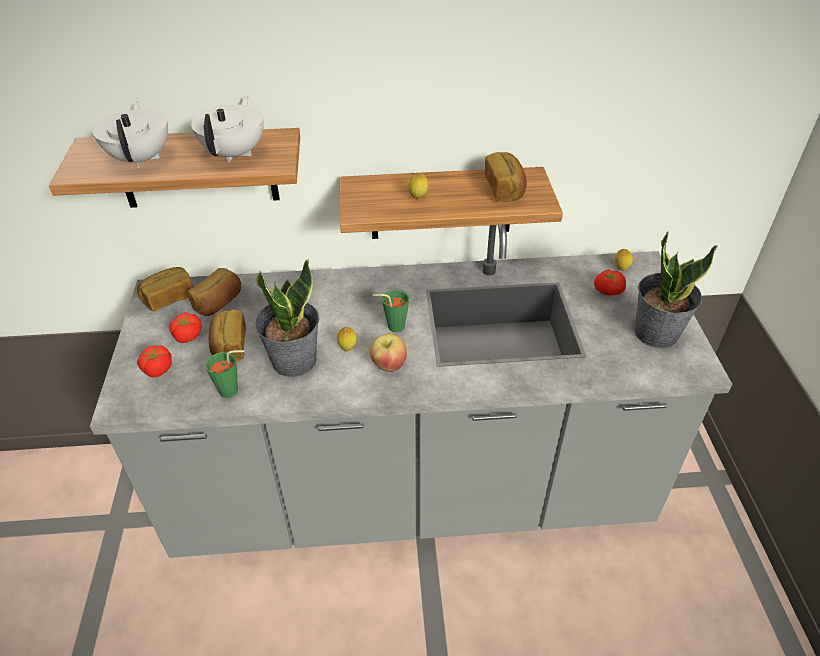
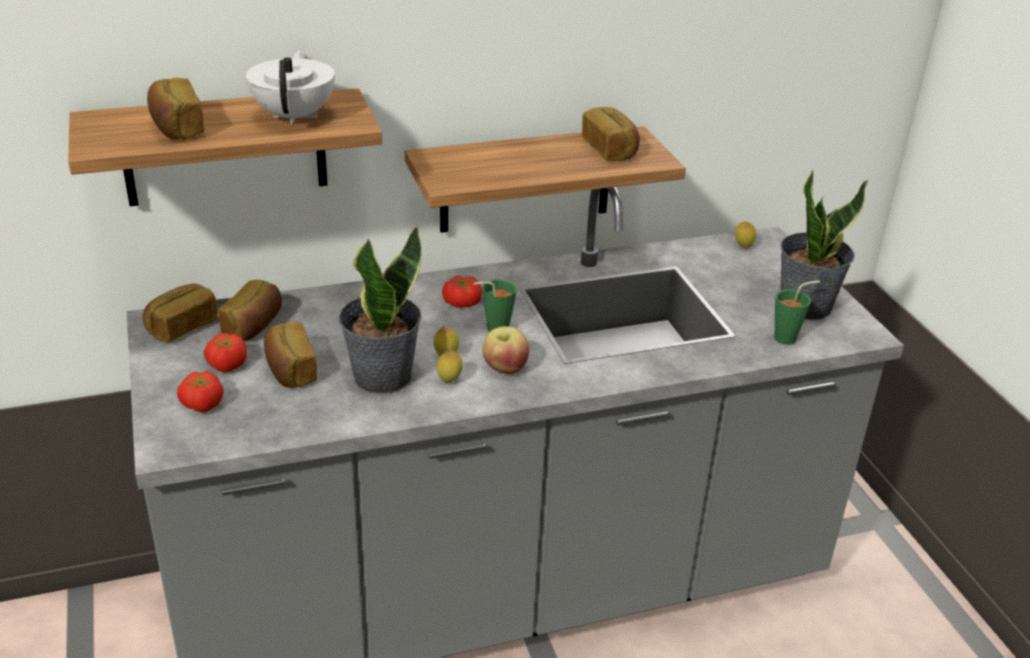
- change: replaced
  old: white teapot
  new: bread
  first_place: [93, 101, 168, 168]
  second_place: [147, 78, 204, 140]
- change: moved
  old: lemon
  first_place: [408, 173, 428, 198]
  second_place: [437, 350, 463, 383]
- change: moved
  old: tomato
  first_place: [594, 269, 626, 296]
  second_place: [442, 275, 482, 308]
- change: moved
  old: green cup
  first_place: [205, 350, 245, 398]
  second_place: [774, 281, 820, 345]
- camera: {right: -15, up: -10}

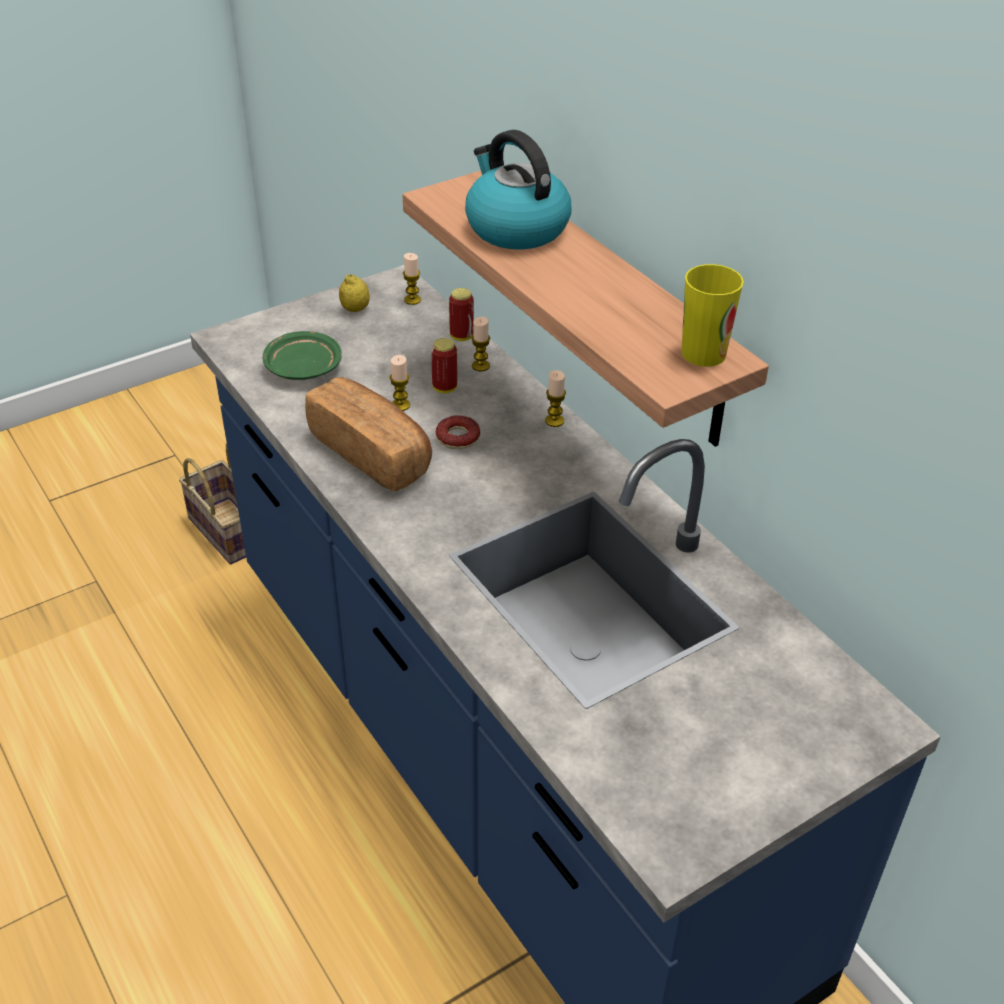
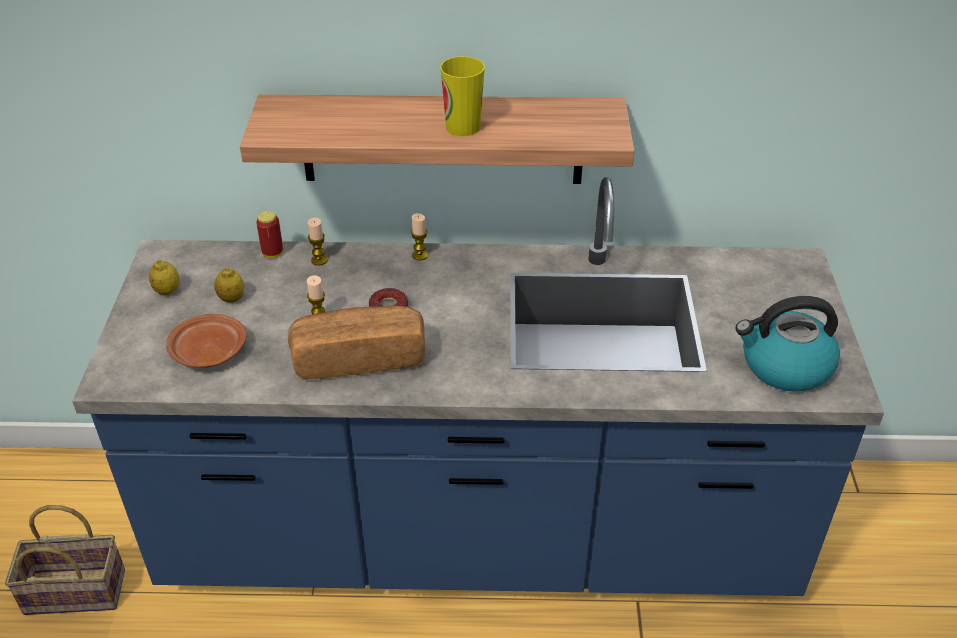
- change: recoloured
  old: green plate
  new: brown plate
  first_place: [263, 331, 342, 380]
  second_place: [166, 314, 247, 368]
- change: added
  new: lemon
  second_place: [214, 268, 245, 303]
- change: moved
  old: cup
  first_place: [682, 264, 744, 367]
  second_place: [440, 56, 485, 136]
- change: moved
  old: kettle
  first_place: [465, 130, 572, 250]
  second_place: [735, 296, 840, 392]
- change: removed
  old: candle
  first_place: [403, 253, 421, 305]
- change: removed
  old: can
  first_place: [431, 338, 457, 393]
- camera: {right: -55, up: 0}

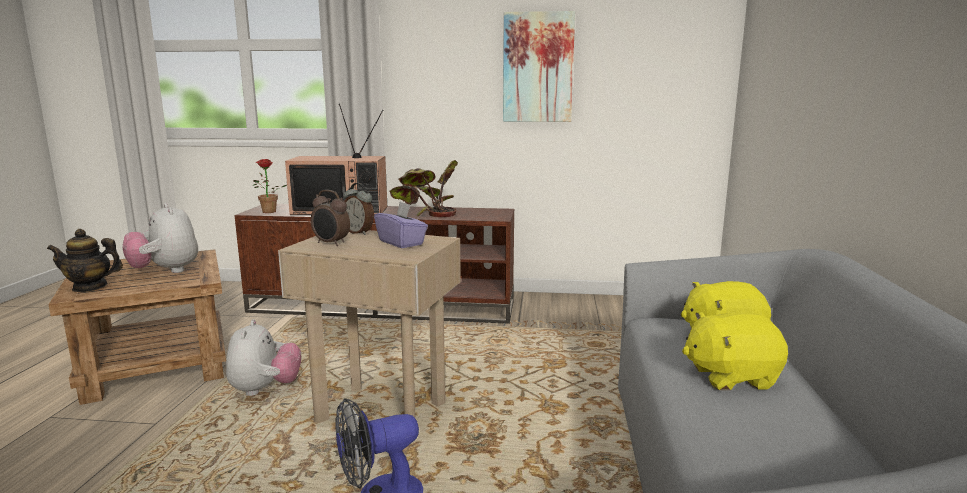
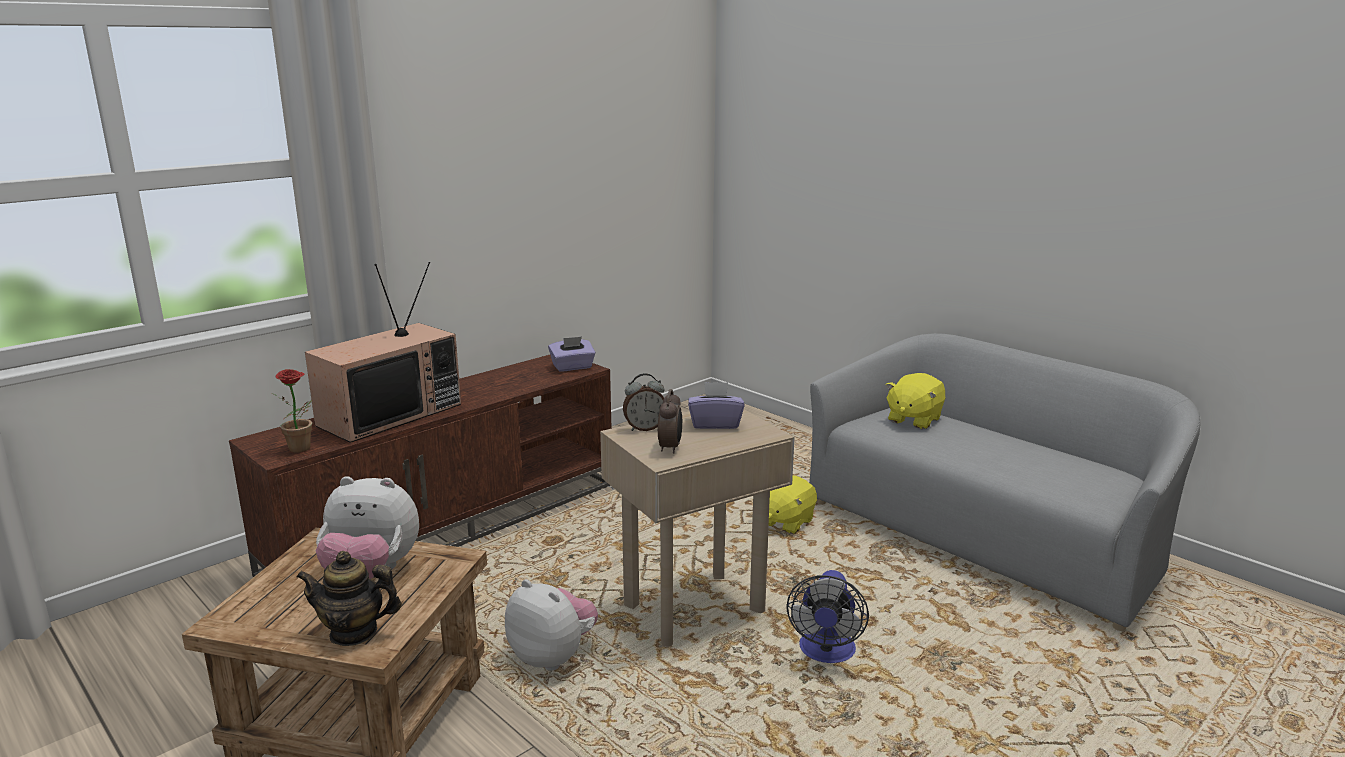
- change: turned
  old: teapot
  first_place: [47, 229, 123, 292]
  second_place: [296, 551, 402, 646]
  degrees: 60
- change: added
  new: purple tissue box
  second_place: [548, 337, 596, 372]
- change: turned
  old: alarm clock
  first_place: [311, 190, 350, 246]
  second_place: [658, 389, 682, 454]
  degrees: -60
- change: moved
  old: yellow plush toy
  first_place: [682, 312, 788, 390]
  second_place: [769, 476, 817, 534]
- change: removed
  old: potted plant
  first_place: [390, 160, 458, 217]
- change: removed
  old: picture
  first_place: [503, 11, 575, 122]
- camera: {right: -50, up: 5}

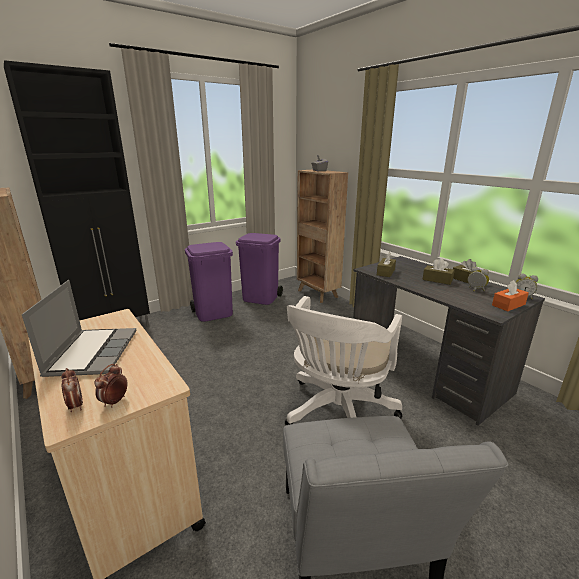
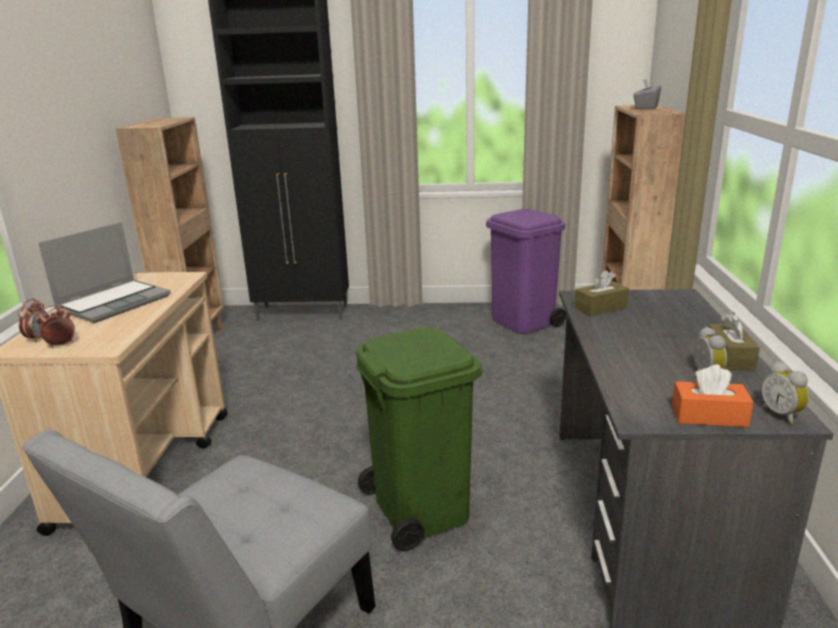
- change: replaced
  old: white office chair
  new: green trash can
  first_place: [285, 296, 402, 425]
  second_place: [356, 327, 482, 551]
- change: removed
  old: purple trash can
  first_place: [185, 242, 233, 322]
- change: removed
  old: brown tissue box
  first_place: [423, 258, 454, 285]
- camera: {right: 40, up: 0}

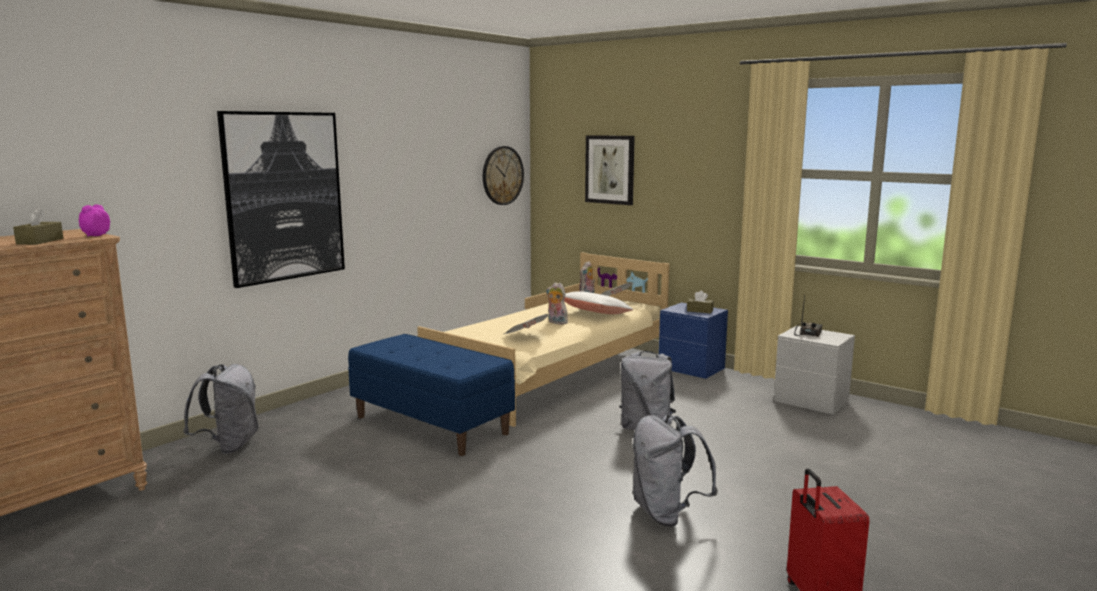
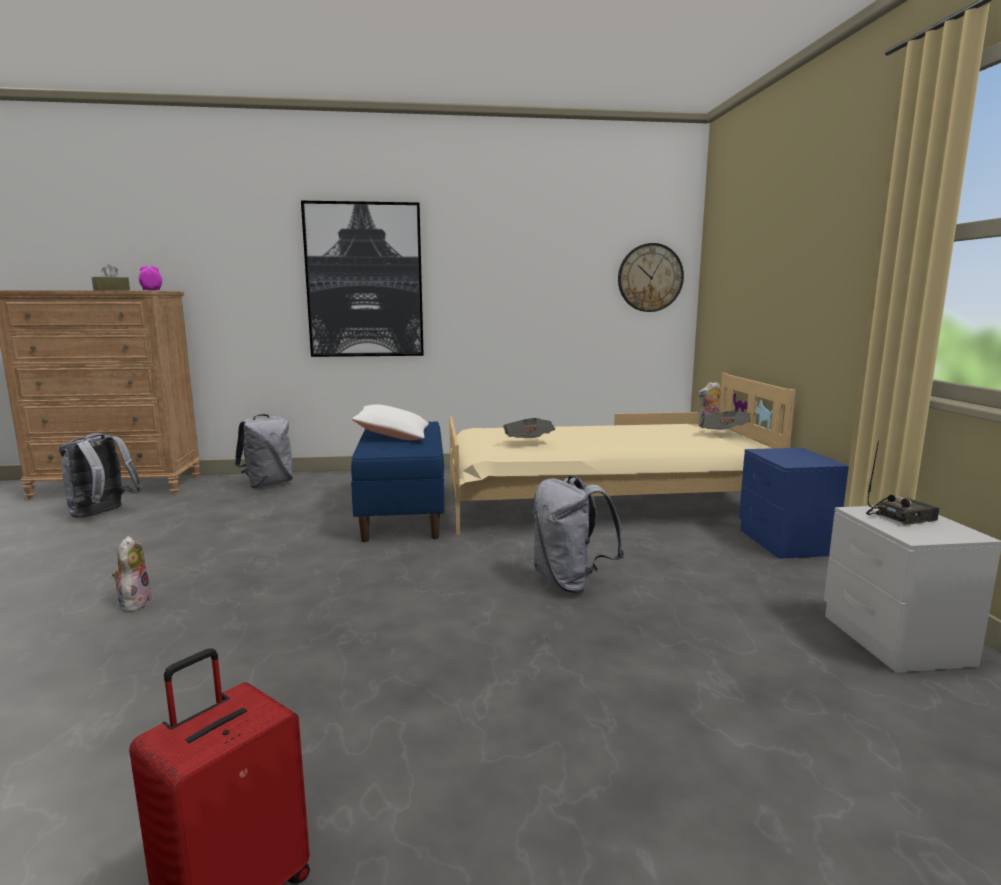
- change: moved
  old: grey backpack
  first_place: [632, 415, 718, 527]
  second_place: [59, 433, 143, 518]
- change: moved
  old: plush toy
  first_place: [546, 282, 568, 324]
  second_place: [112, 536, 153, 612]
- change: moved
  old: white pillow
  first_place: [564, 291, 633, 314]
  second_place: [352, 404, 429, 440]
- change: removed
  old: picture
  first_place: [585, 135, 635, 205]
- change: removed
  old: brown tissue box
  first_place: [687, 291, 714, 313]
- camera: {right: 45, up: 0}

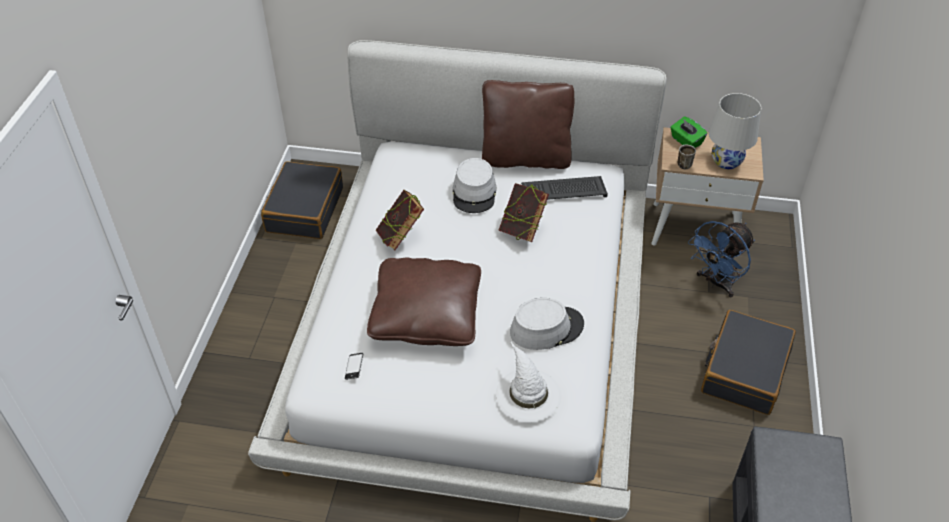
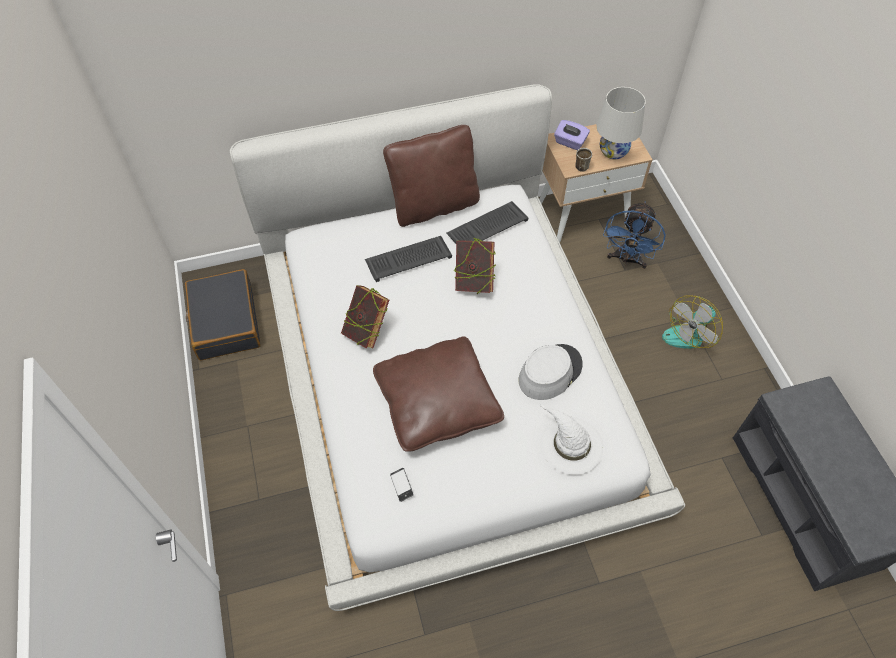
- change: replaced
  old: grey hat
  new: keyboard
  first_place: [453, 158, 497, 213]
  second_place: [365, 236, 452, 282]
- change: recoloured
  old: green tissue box
  new: purple tissue box
  first_place: [670, 117, 708, 148]
  second_place: [554, 120, 590, 150]
- change: replaced
  old: black suitcase
  new: fan
  first_place: [701, 310, 796, 415]
  second_place: [662, 295, 723, 349]
- camera: {right: -25, up: 10}

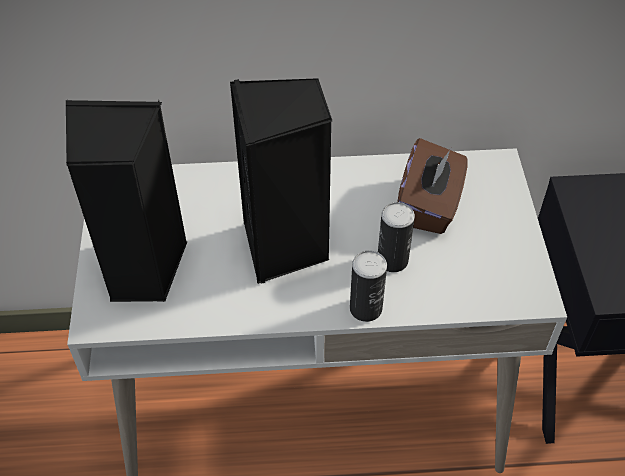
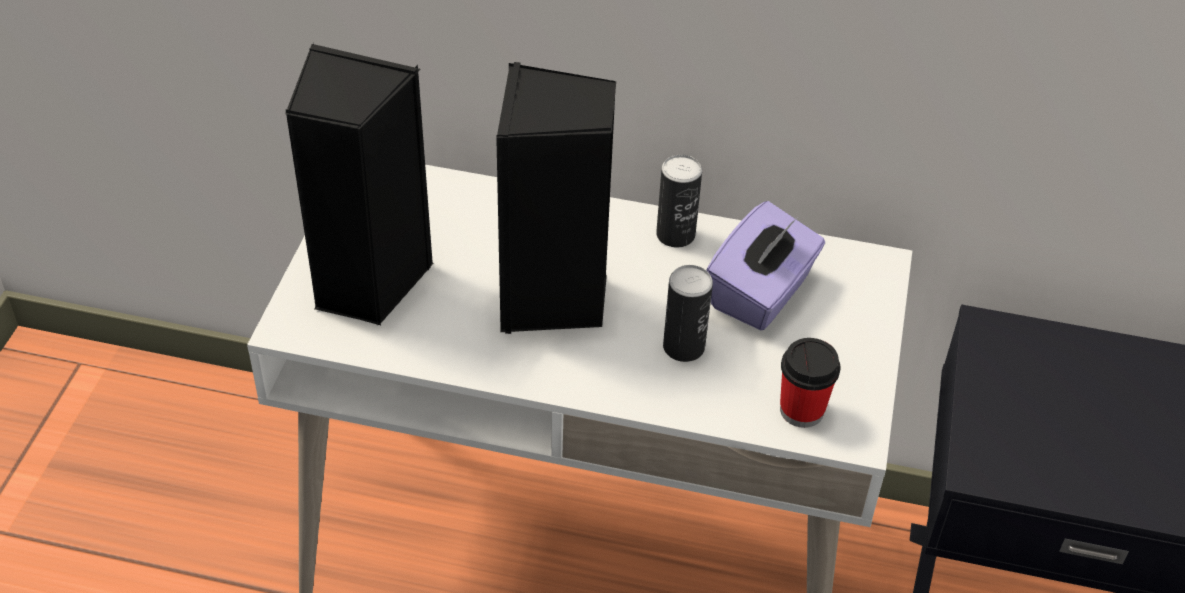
- change: moved
  old: can
  first_place: [350, 250, 387, 322]
  second_place: [656, 155, 702, 248]
- change: recoloured
  old: brown tissue box
  new: purple tissue box
  first_place: [397, 138, 468, 234]
  second_place: [706, 201, 825, 330]
- change: added
  new: cup
  second_place: [780, 338, 840, 428]
- camera: {right: 15, up: -5}

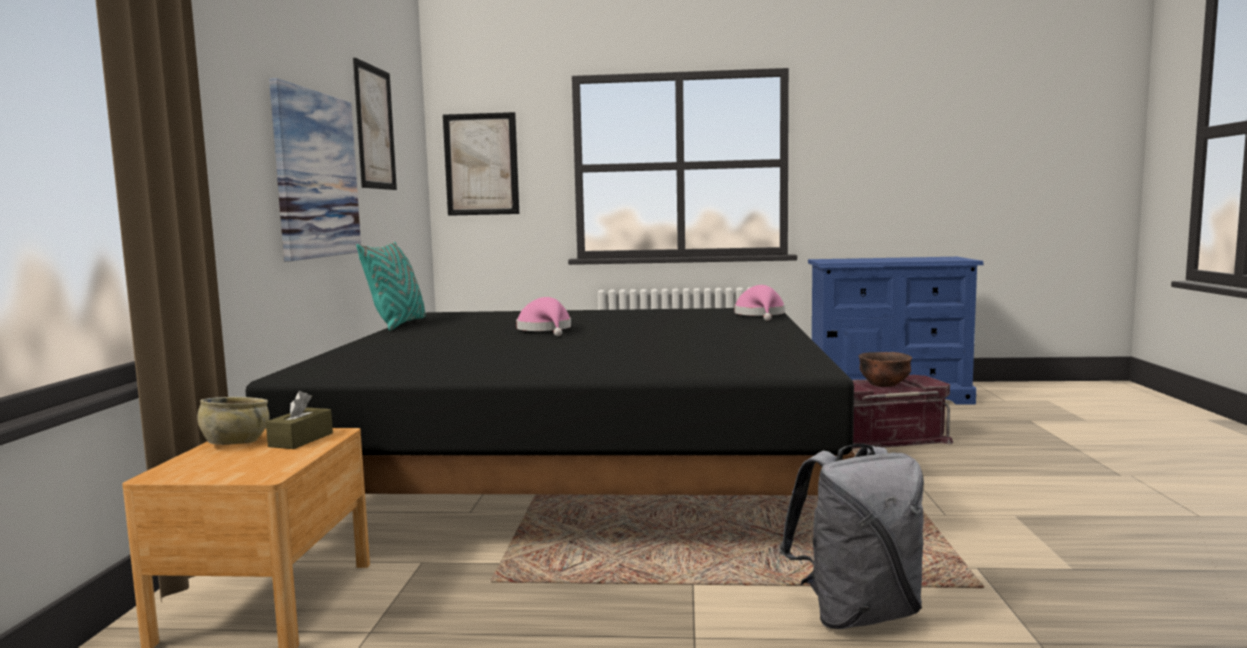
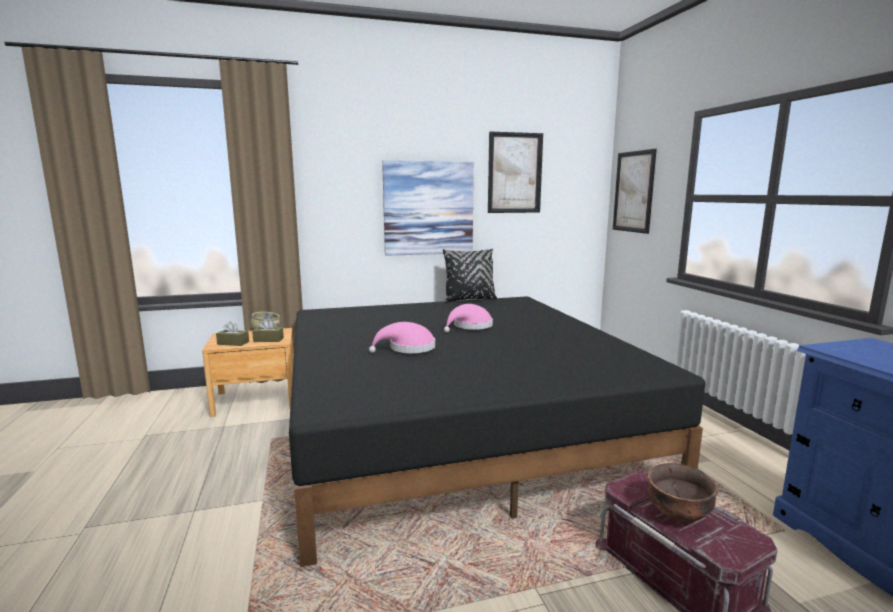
- change: added
  new: brown tissue box
  second_place: [216, 321, 249, 346]
- change: moved
  old: pink hat
  first_place: [734, 285, 785, 321]
  second_place: [369, 322, 435, 353]
- change: recoloured
  old: turquoise pillow
  new: black pillow
  first_place: [356, 242, 426, 331]
  second_place: [443, 249, 497, 303]
- change: removed
  old: grey backpack
  first_place: [779, 444, 924, 629]
- camera: {right: 70, up: 5}

